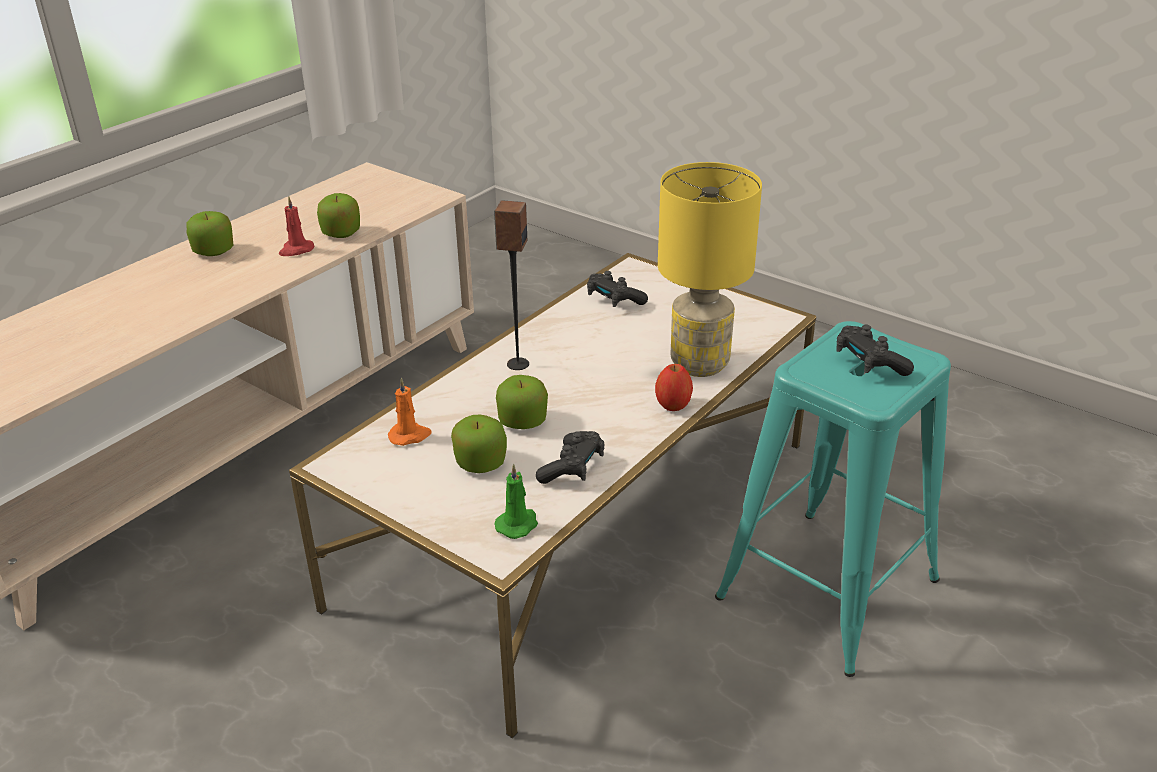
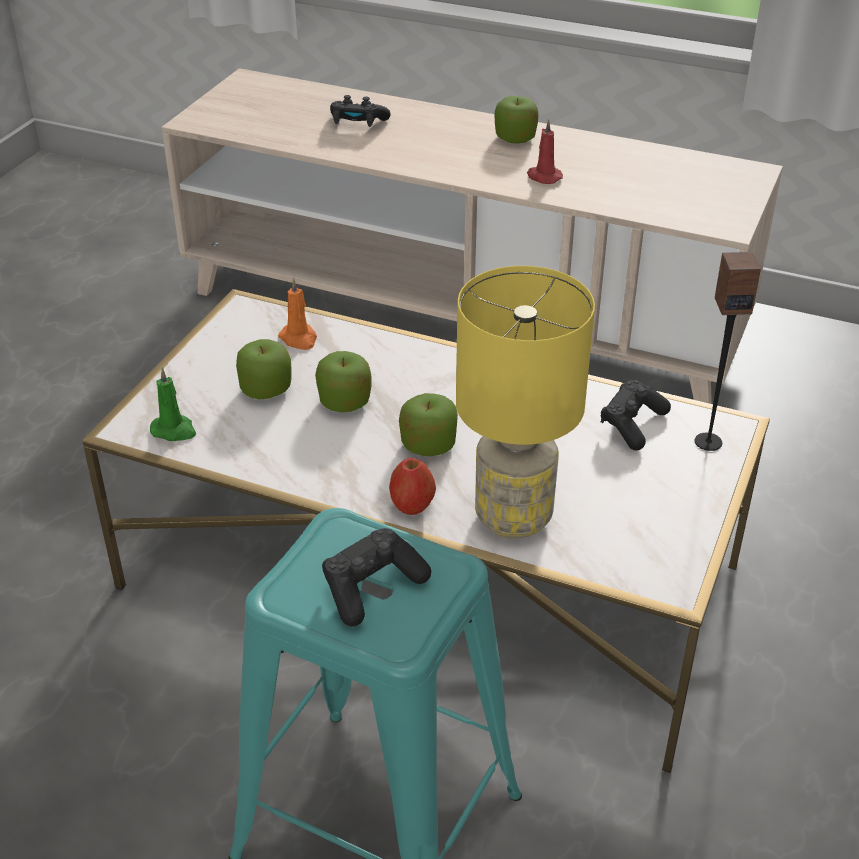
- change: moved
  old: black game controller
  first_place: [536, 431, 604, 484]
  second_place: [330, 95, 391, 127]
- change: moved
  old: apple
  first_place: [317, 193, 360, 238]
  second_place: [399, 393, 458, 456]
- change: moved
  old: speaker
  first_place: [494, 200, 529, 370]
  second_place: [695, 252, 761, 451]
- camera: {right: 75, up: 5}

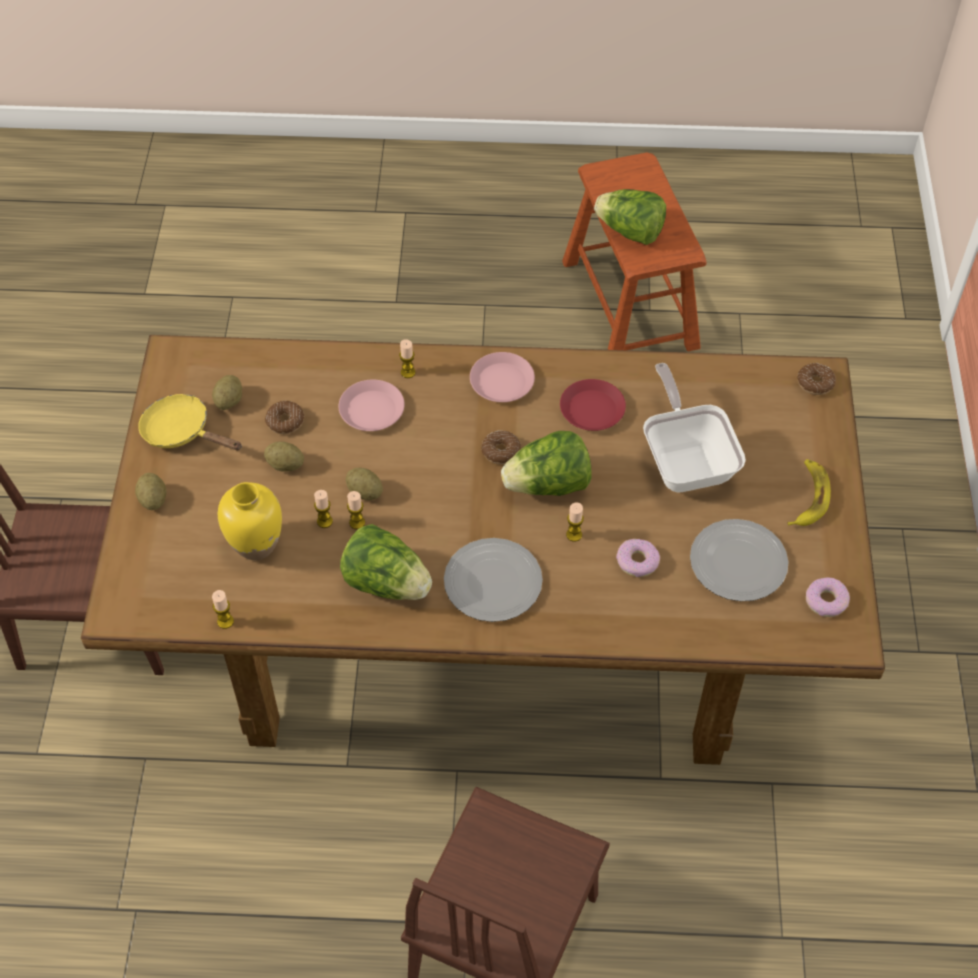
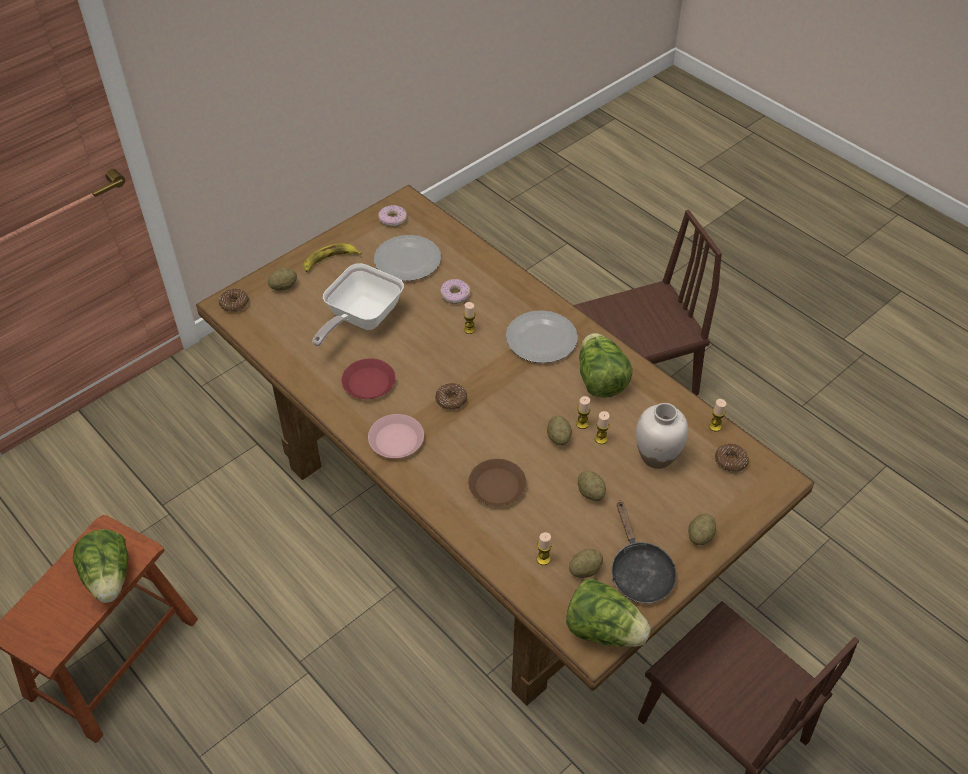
- change: added
  new: potato
  second_place: [268, 268, 297, 291]
- change: recoloured
  old: pink plate
  new: brown plate
  first_place: [338, 380, 405, 431]
  second_place: [468, 459, 526, 506]
- change: moved
  old: candle
  first_place: [399, 339, 415, 378]
  second_place: [537, 532, 552, 565]
- change: moved
  old: lettuce
  first_place: [501, 431, 591, 496]
  second_place: [566, 578, 651, 647]
- change: recoloured
  old: yellow frying pan
  new: black frying pan
  first_place: [138, 394, 242, 451]
  second_place: [612, 500, 677, 604]
- change: recoloured
  old: yellow vase
  new: white vase
  first_place: [218, 482, 282, 560]
  second_place: [636, 403, 688, 469]
- change: moved
  old: donut
  first_place: [265, 401, 304, 434]
  second_place: [715, 444, 749, 473]
- camera: {right: -135, up: -5}

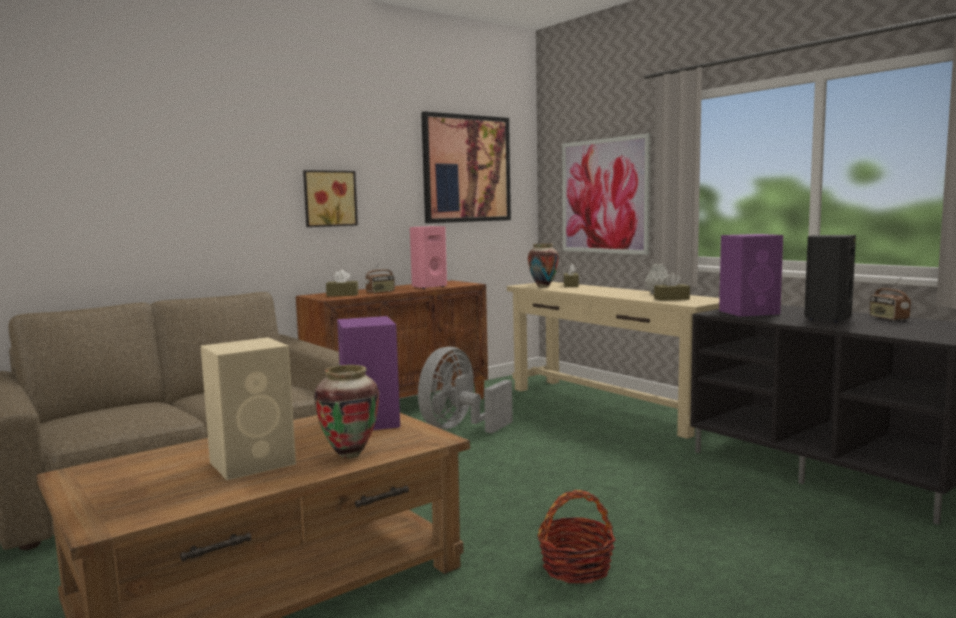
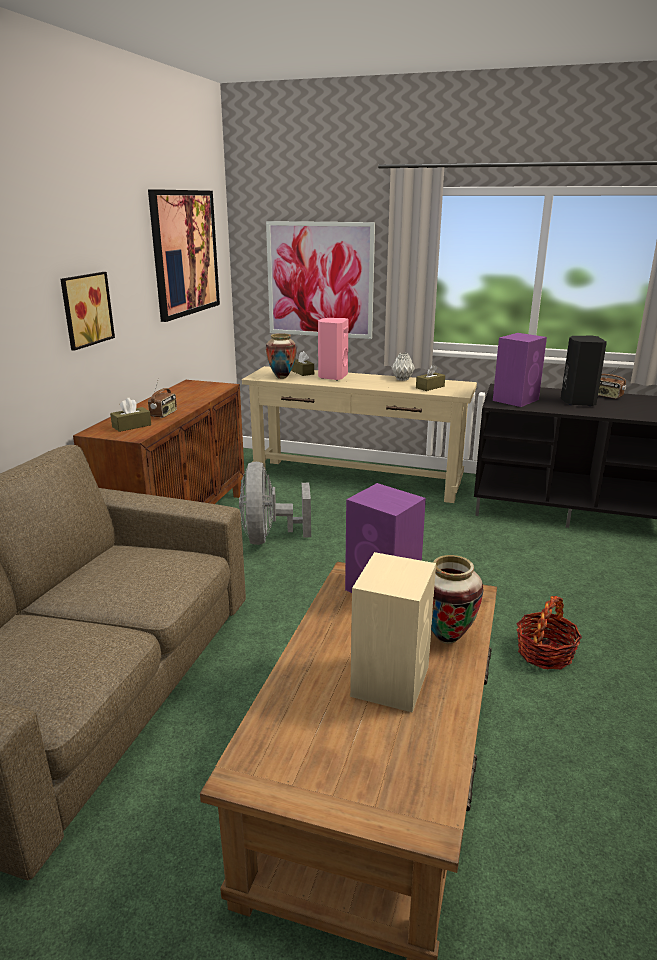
- change: moved
  old: pink speaker
  first_place: [410, 226, 447, 289]
  second_place: [318, 318, 349, 380]
- camera: {right: -35, up: 15}

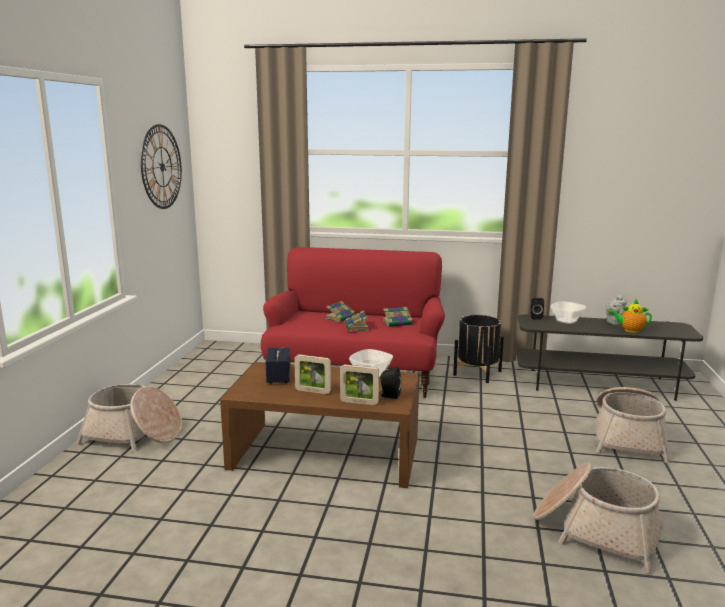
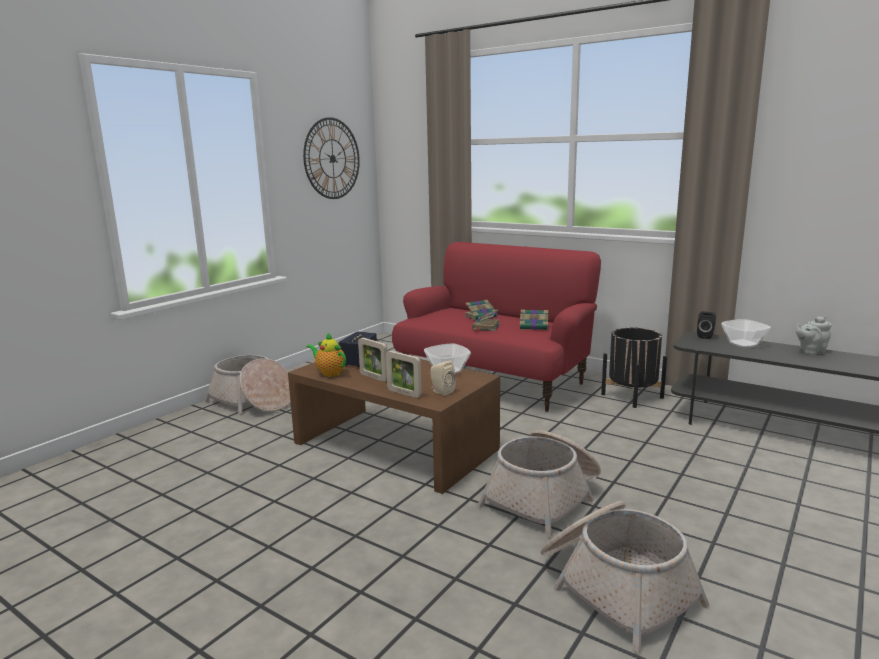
- change: moved
  old: teapot
  first_place: [609, 299, 652, 333]
  second_place: [307, 333, 346, 377]
- change: recoloured
  old: black speaker
  new: beige speaker
  first_place: [379, 367, 402, 399]
  second_place: [430, 361, 456, 396]
- change: moved
  old: basket
  first_place: [593, 387, 669, 463]
  second_place: [477, 430, 601, 537]
- camera: {right: 25, up: 0}

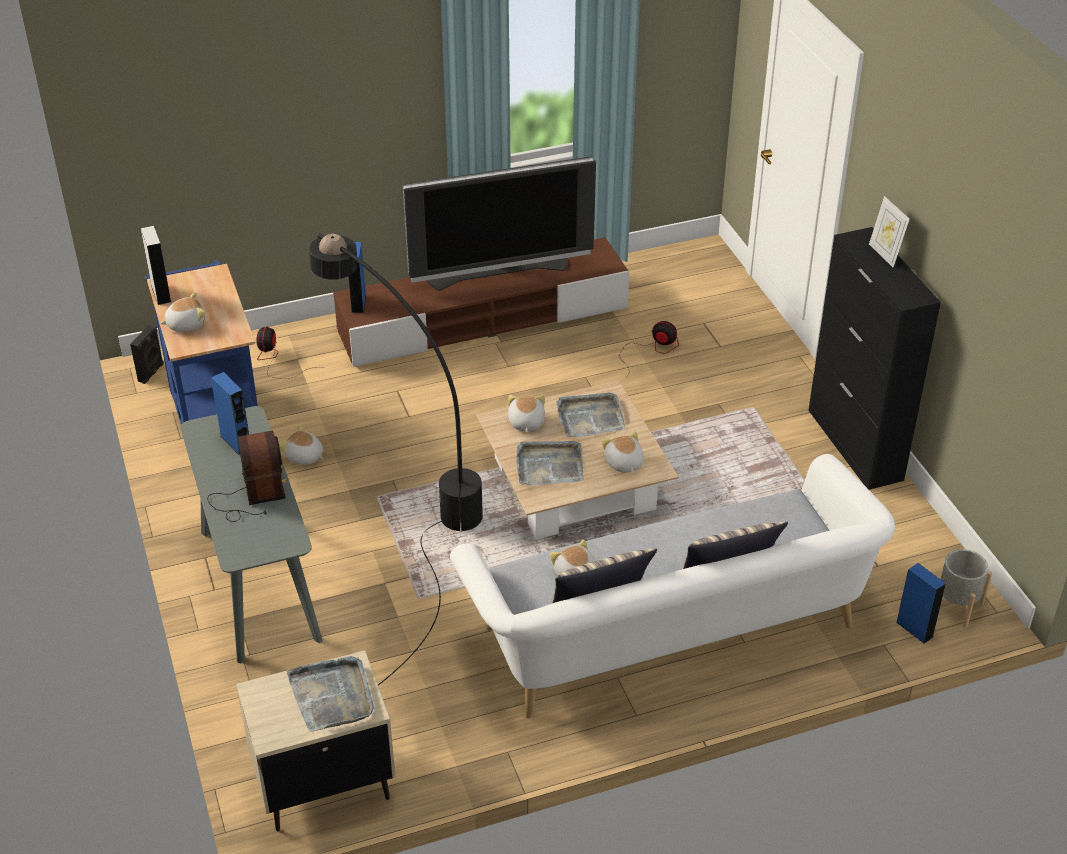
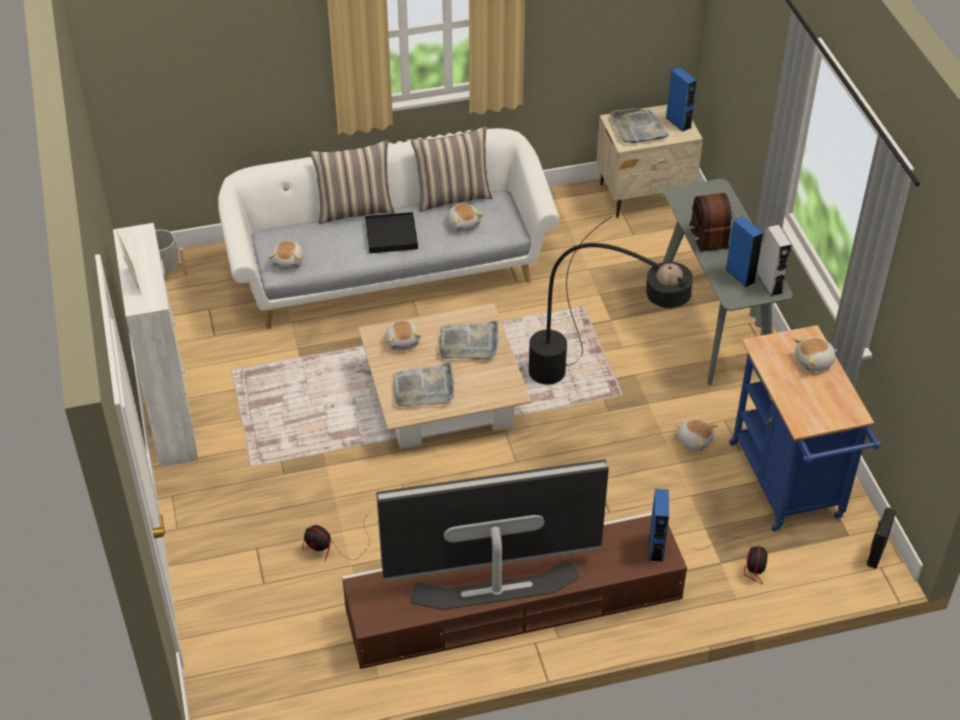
- change: recoloured
  old: black cabinet
  new: white cabinet
  first_place: [808, 227, 941, 490]
  second_place: [113, 223, 198, 467]
- change: moved
  old: plush toy
  first_place: [508, 395, 545, 433]
  second_place: [268, 240, 304, 269]
- change: added
  new: black tray
  second_place: [365, 212, 418, 253]
- change: moved
  old: blue speaker
  first_place: [896, 563, 946, 644]
  second_place: [666, 67, 697, 132]
- change: moved
  old: grey speaker
  first_place: [140, 226, 171, 305]
  second_place: [758, 225, 792, 297]
- camera: {right: -175, up: 5}

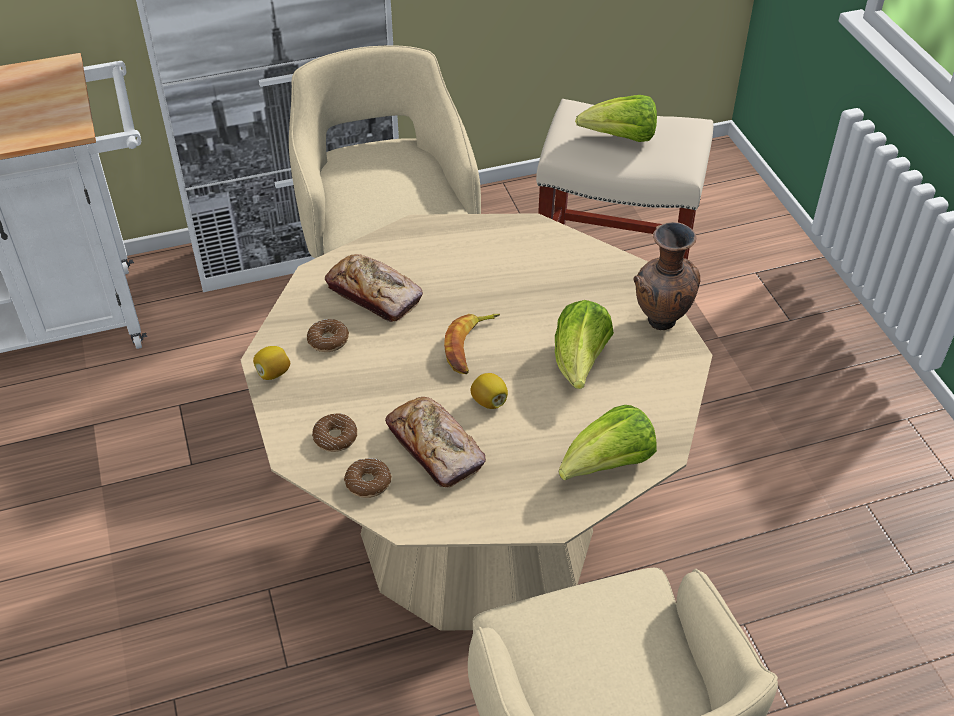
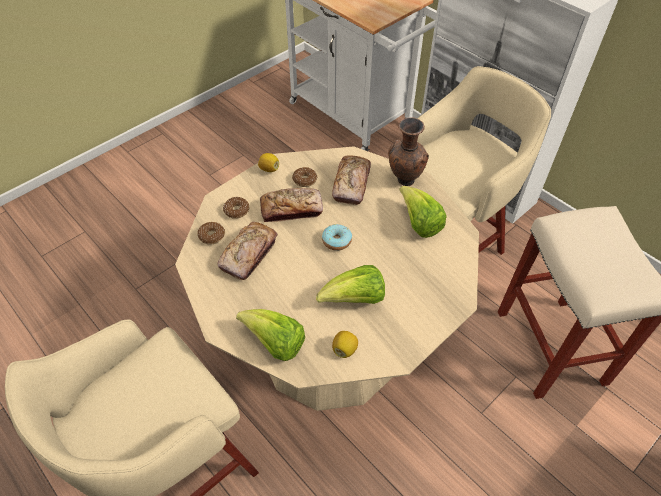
- change: added
  new: bread
  second_place: [260, 188, 323, 222]
- change: replaced
  old: banana
  new: donut
  first_place: [444, 314, 500, 374]
  second_place: [322, 224, 352, 251]
- change: moved
  old: lemon
  first_place: [471, 373, 508, 409]
  second_place: [332, 331, 358, 358]
- change: moved
  old: brown vase
  first_place: [633, 222, 700, 330]
  second_place: [388, 117, 429, 186]
- change: moved
  old: lettuce
  first_place: [575, 95, 657, 142]
  second_place: [399, 186, 447, 238]
- camera: {right: 65, up: 5}

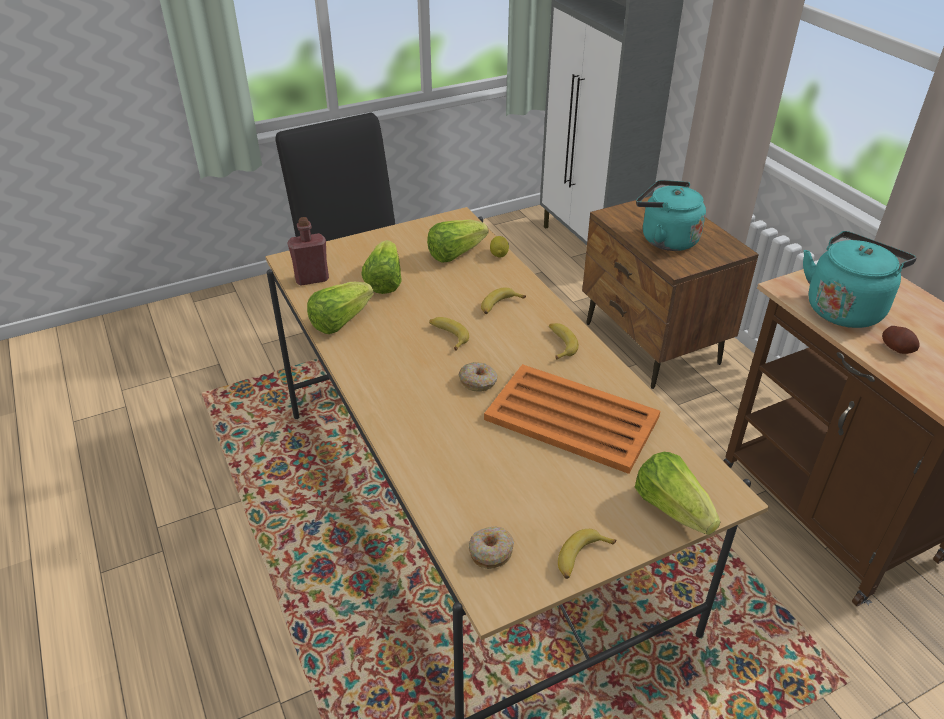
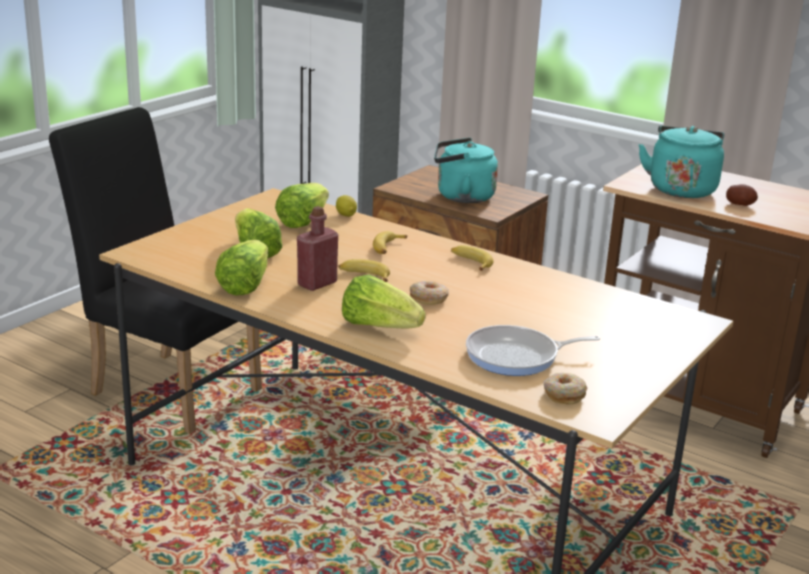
- change: moved
  old: red bottle
  first_place: [288, 217, 329, 286]
  second_place: [297, 206, 338, 291]
- change: moved
  old: lettuce
  first_place: [635, 452, 720, 535]
  second_place: [342, 275, 426, 329]
- change: added
  new: frying pan
  second_place: [466, 325, 600, 376]
- change: removed
  old: orange tray
  first_place: [484, 364, 660, 474]
- change: removed
  old: banana
  first_place: [558, 529, 617, 579]
- camera: {right: -30, up: -15}

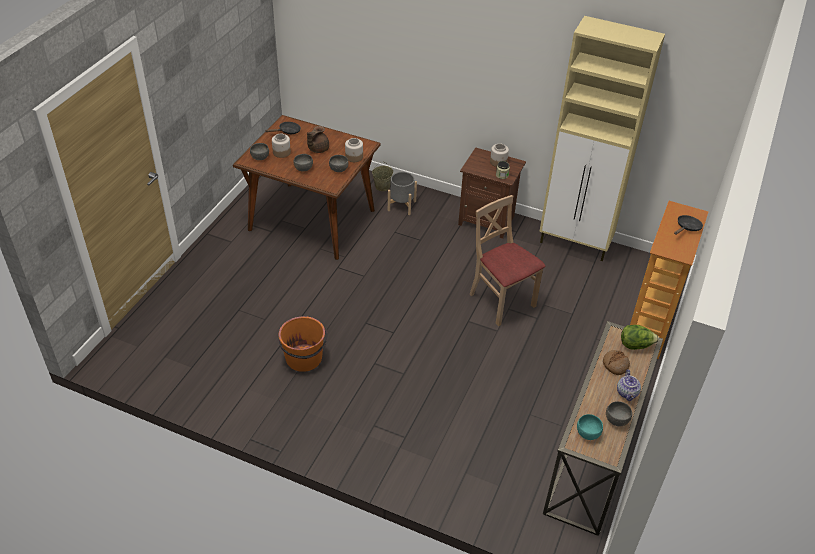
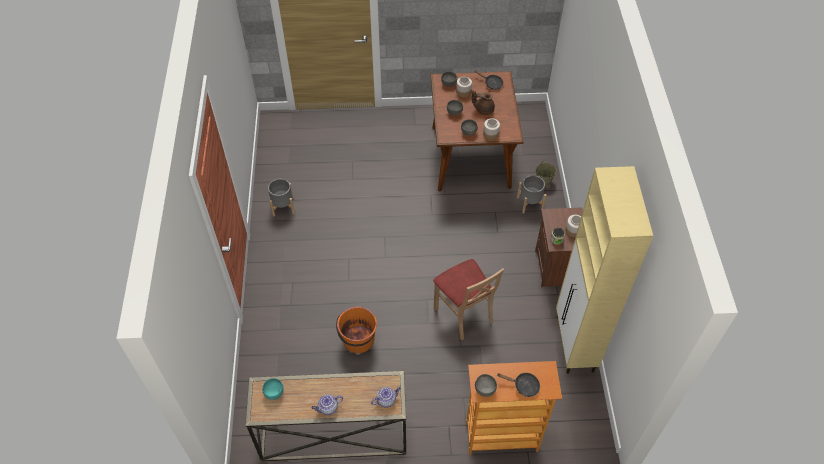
- change: added
  new: grey planter
  second_place: [268, 179, 295, 217]
- change: moved
  old: orange bucket
  first_place: [279, 316, 327, 372]
  second_place: [336, 307, 377, 353]
- change: replaced
  old: lettuce
  new: teapot
  first_place: [621, 325, 659, 350]
  second_place: [371, 387, 401, 408]
- change: turned
  old: beige chair
  first_place: [470, 195, 545, 326]
  second_place: [433, 259, 504, 340]
  degrees: 120
- change: moved
  old: grey bowl
  first_place: [606, 401, 632, 426]
  second_place: [475, 374, 497, 397]
- change: removed
  old: bread
  first_place: [603, 350, 630, 375]
- camera: {right: 65, up: 10}

